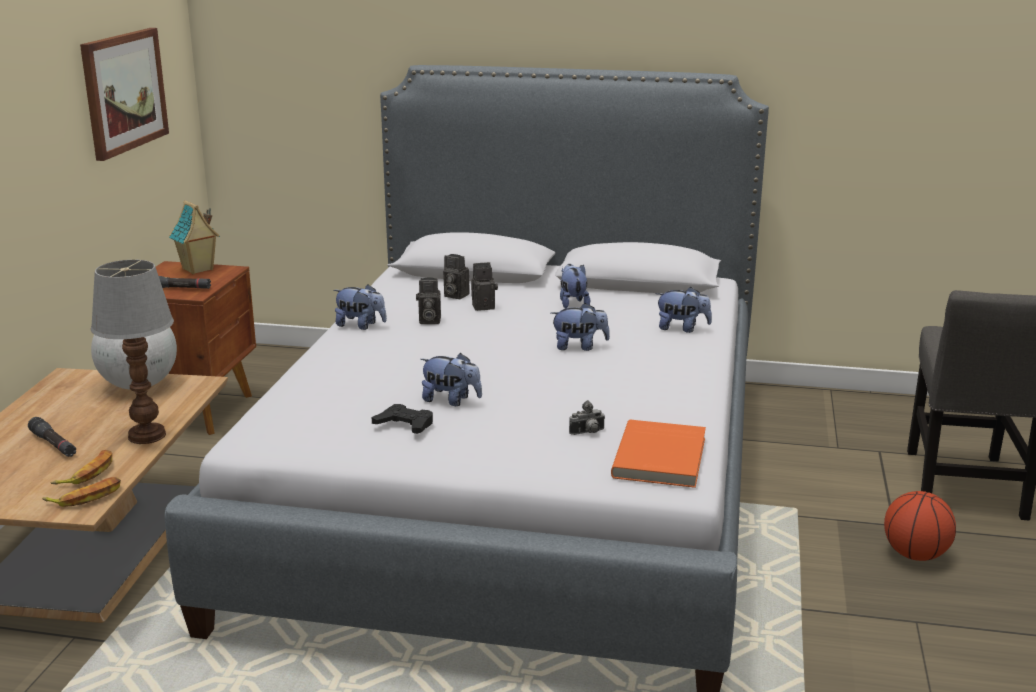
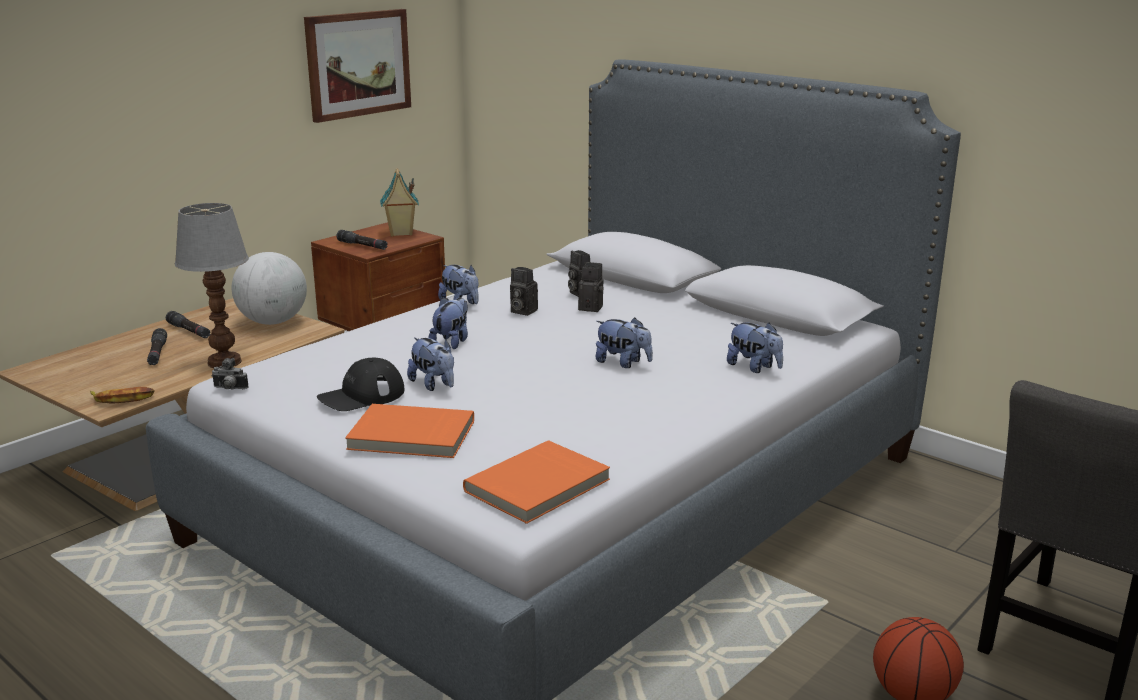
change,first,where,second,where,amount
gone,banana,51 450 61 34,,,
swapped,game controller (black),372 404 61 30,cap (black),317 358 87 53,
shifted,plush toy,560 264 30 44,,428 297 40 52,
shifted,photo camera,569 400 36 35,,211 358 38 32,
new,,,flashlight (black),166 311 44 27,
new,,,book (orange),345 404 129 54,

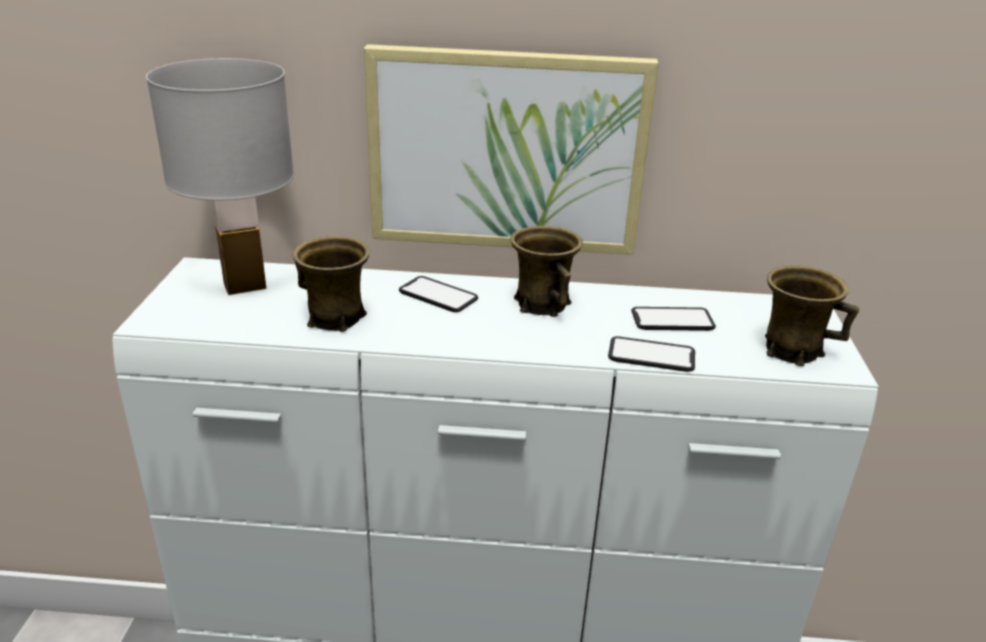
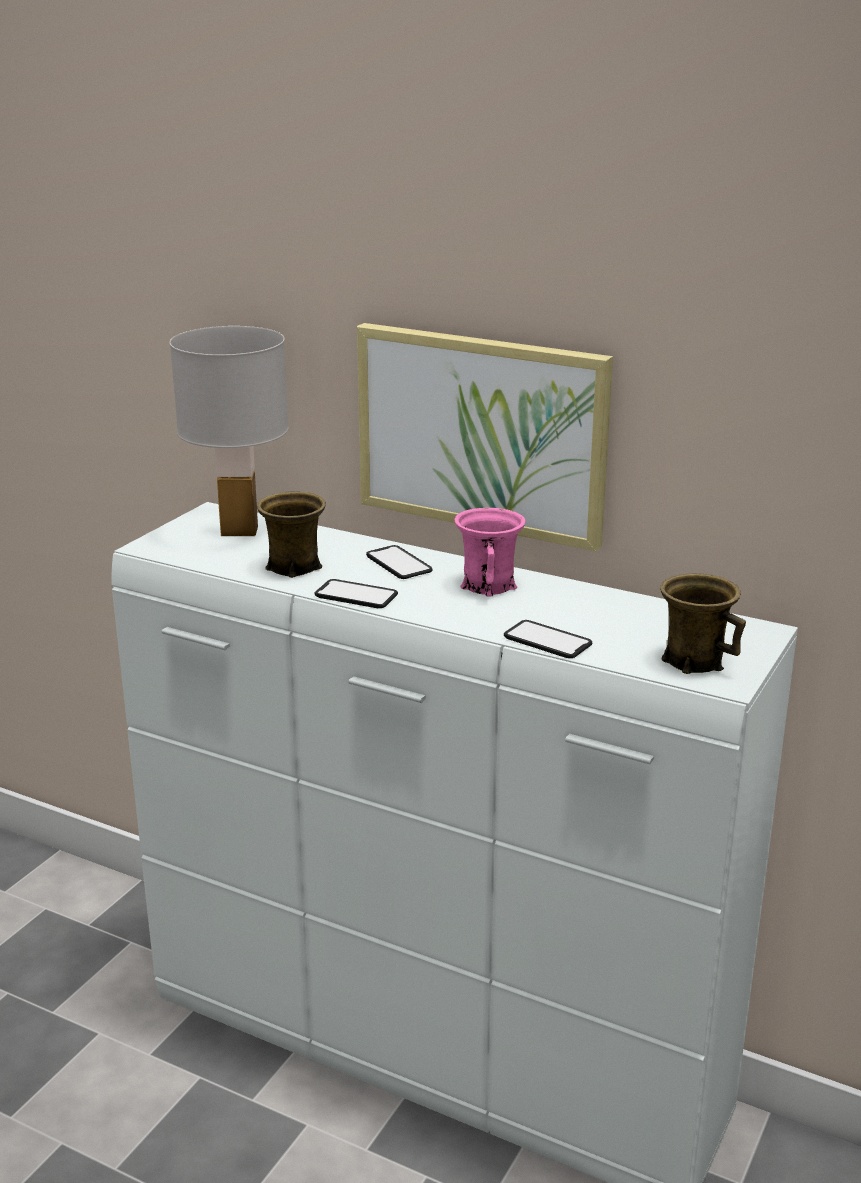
change,first,where,second,where,amount
repainted,mug (brown),511 226 72 91,mug (pink),455 508 71 89,
shifted,phone,631 307 85 24,,314 579 84 29,

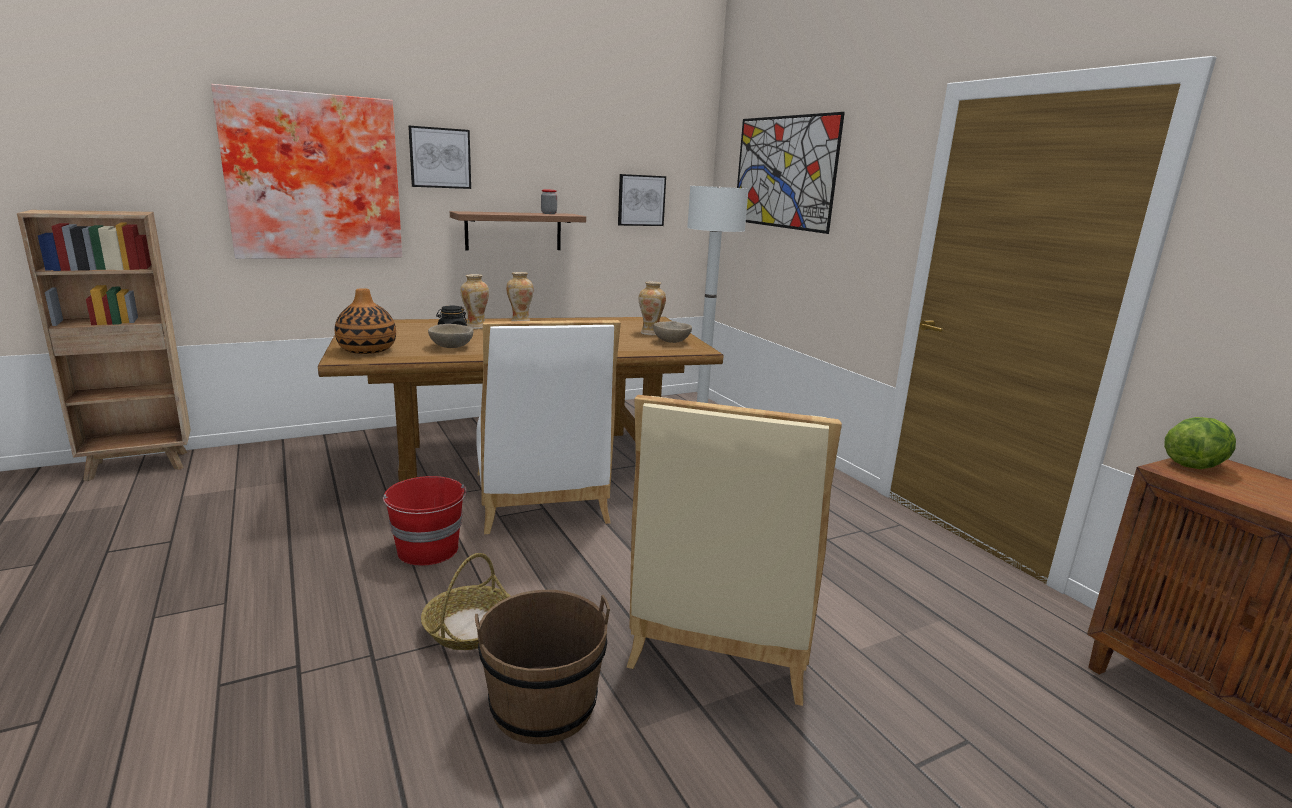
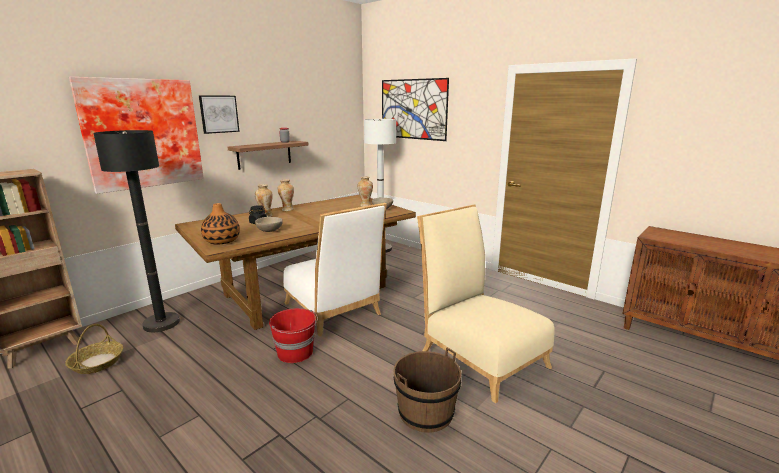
change,first,where,second,where,amount
shifted,basket,421 553 90 97,,65 324 58 50,
gone,picture,618 174 48 52,,,
rotated,chair (beige),627 395 215 311,,417 205 138 198,150 degrees clockwise
gone,lettuce,1164 417 72 52,,,
new,,,floor lamp (black),93 130 87 202,

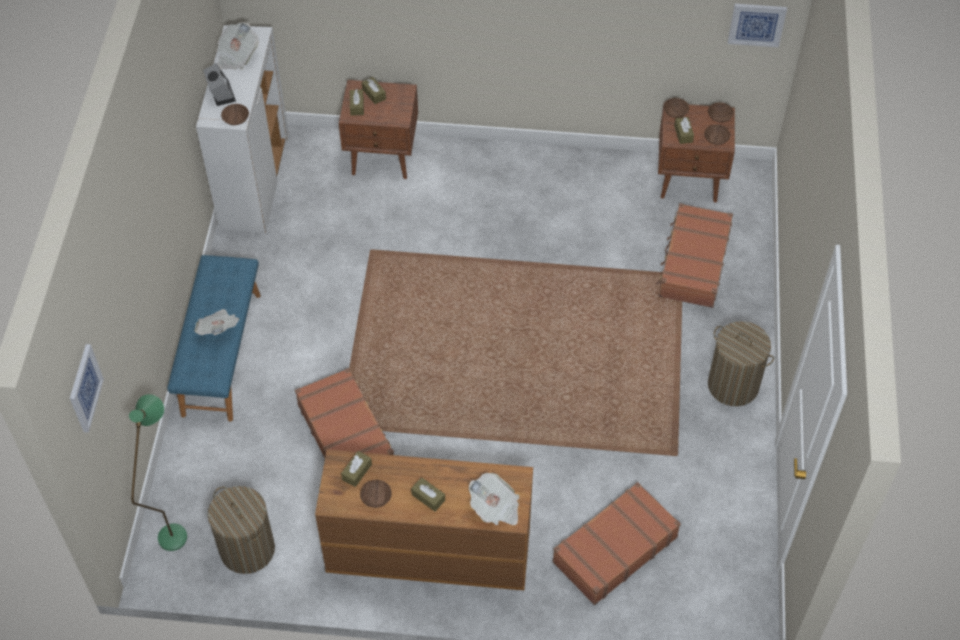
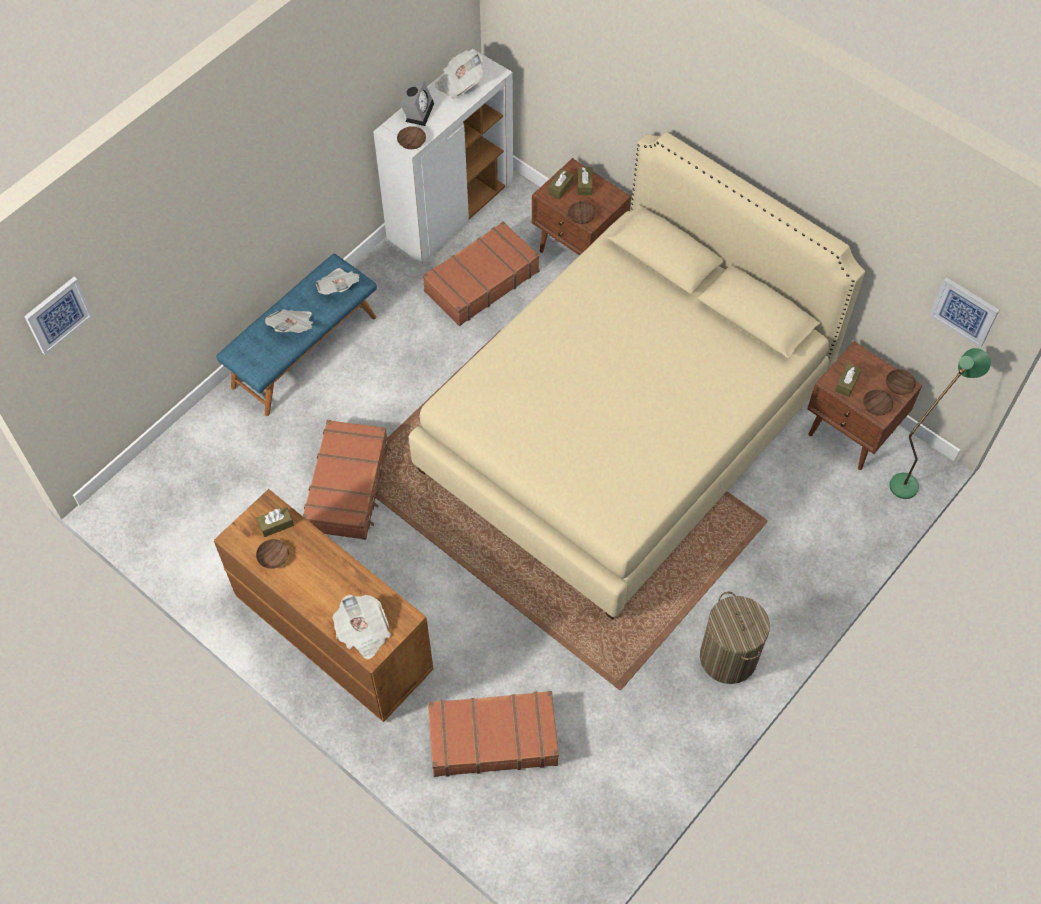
change,first,where,second,where,amount
shifted,floor lamp (green),129 394 58 157,,890 348 101 151,
gone,laundry basket,208 486 67 88,,,
gone,tissue box (brown),411 477 34 34,,,
shifted,suitcase (brown),656 203 77 105,,423 221 117 105,
shifted,bowl (brown),664 98 25 20,,568 201 28 23,
new,,,newspaper,316 268 44 27,
new,,,bed (beige),409 132 456 488,

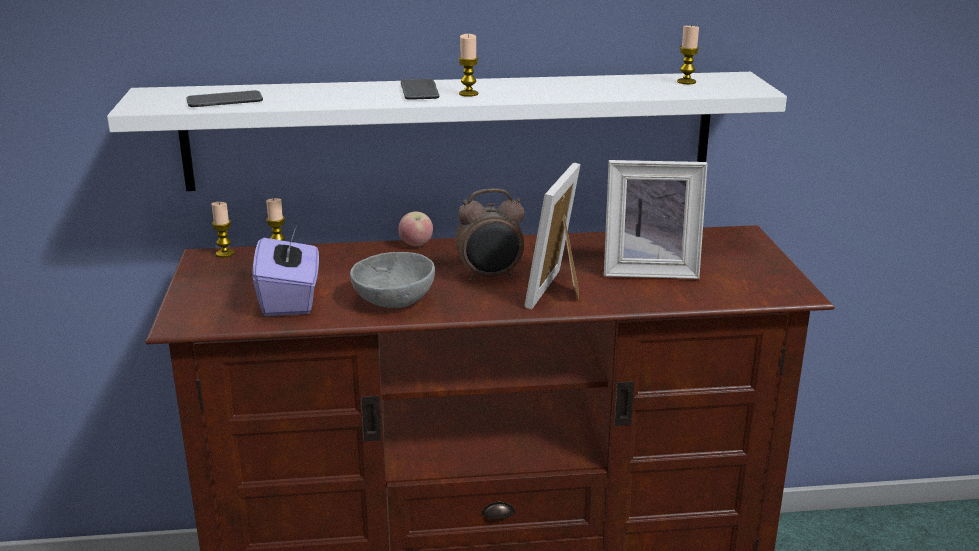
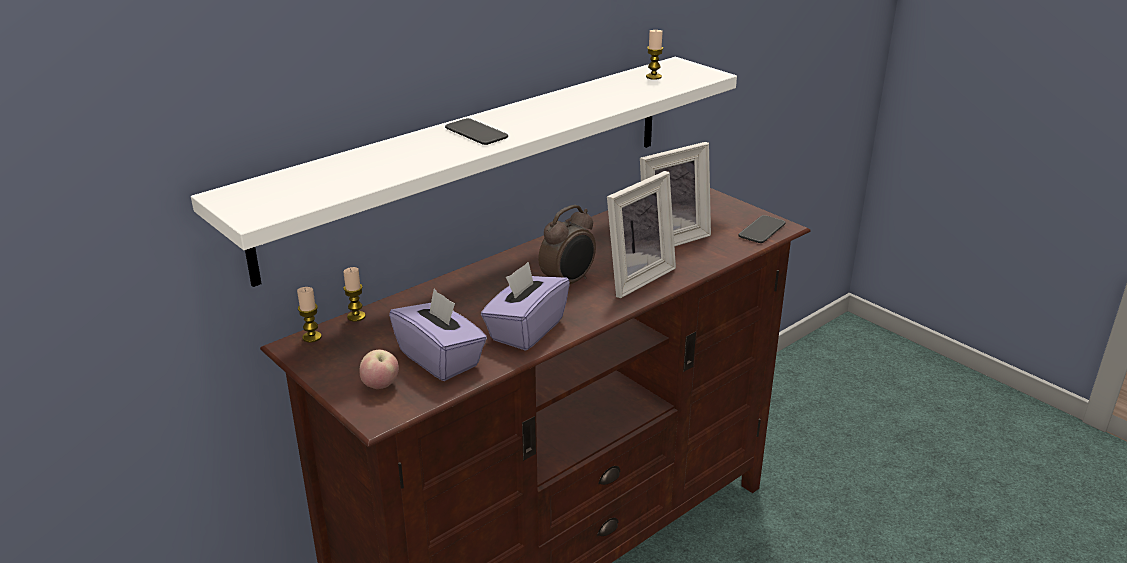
change,first,where,second,where,amount
shifted,phone,186 90 77 17,,738 215 48 28,
swapped,bowl (grey),350 252 85 56,tissue box (purple),481 262 89 89,
shifted,apple,398 211 35 36,,359 350 40 39,
gone,candle,458 34 20 63,,,
rotated,picture frame,524 163 57 147,,607 171 69 127,120 degrees counterclockwise

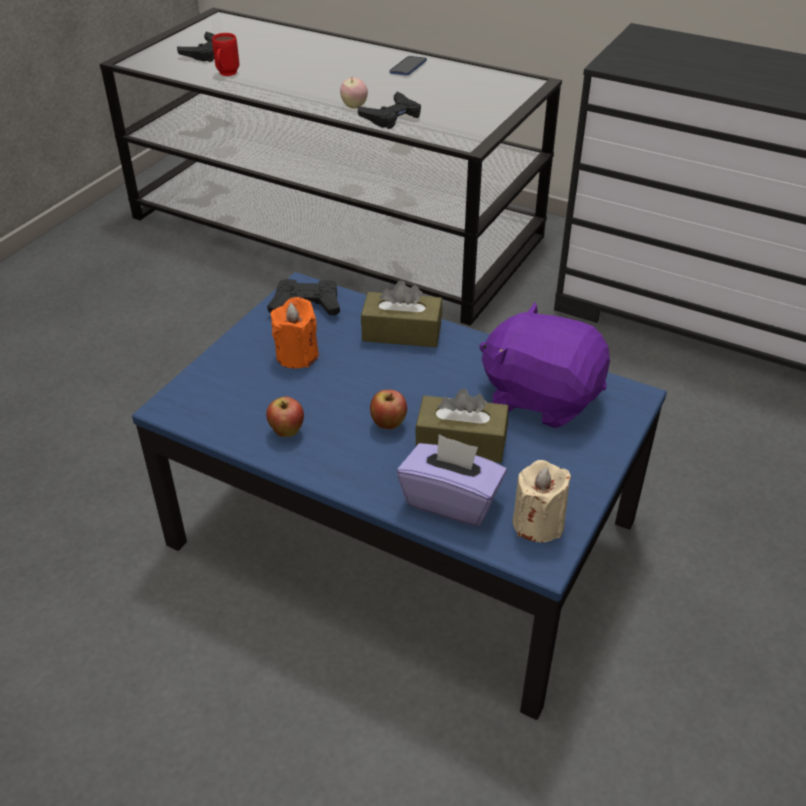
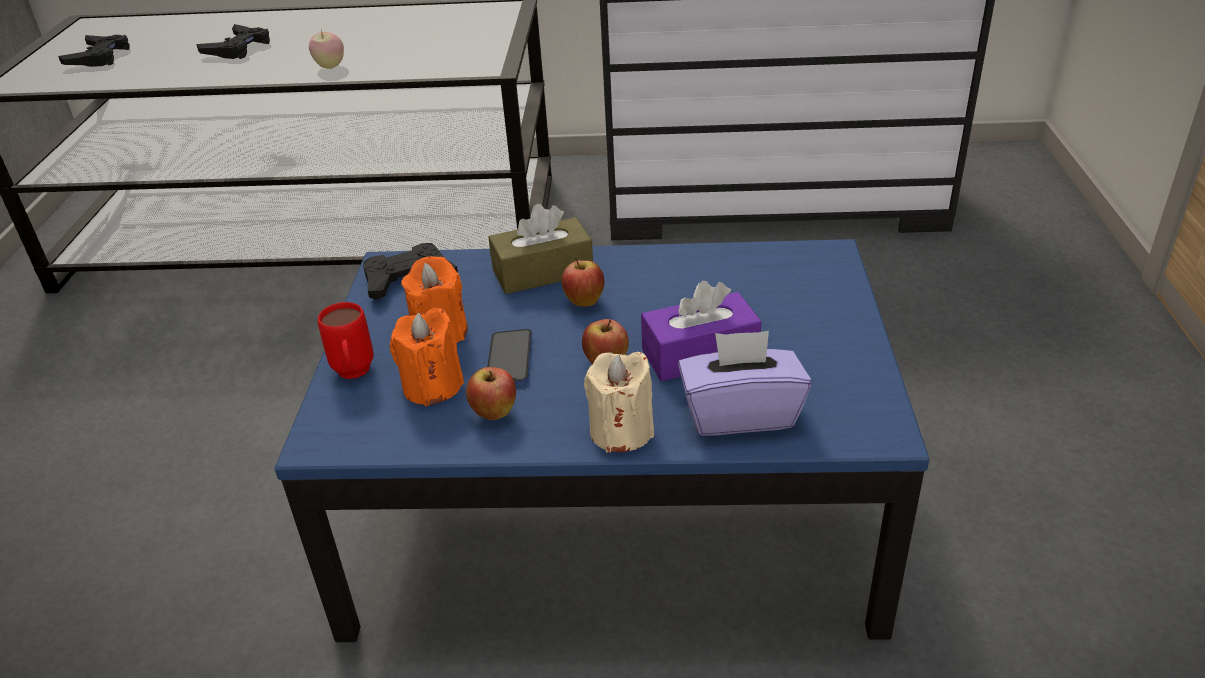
change,first,where,second,where,amount
shifted,mug (red),212 33 27 43,,318 302 56 77,
shifted,game controller (black),358 92 63 37,,196 24 74 35,
shifted,phone,389 56 38 19,,487 329 45 55,
repainted,tissue box (brown),415 389 94 74,tissue box (purple),641 281 121 100,
gone,plush toy (purple),479 302 131 126,,,
shifted,candle (beige),512 460 59 82,,584 352 70 101,
new,,,candle (orange),390 308 74 98,
new,,,apple,561 256 43 51,

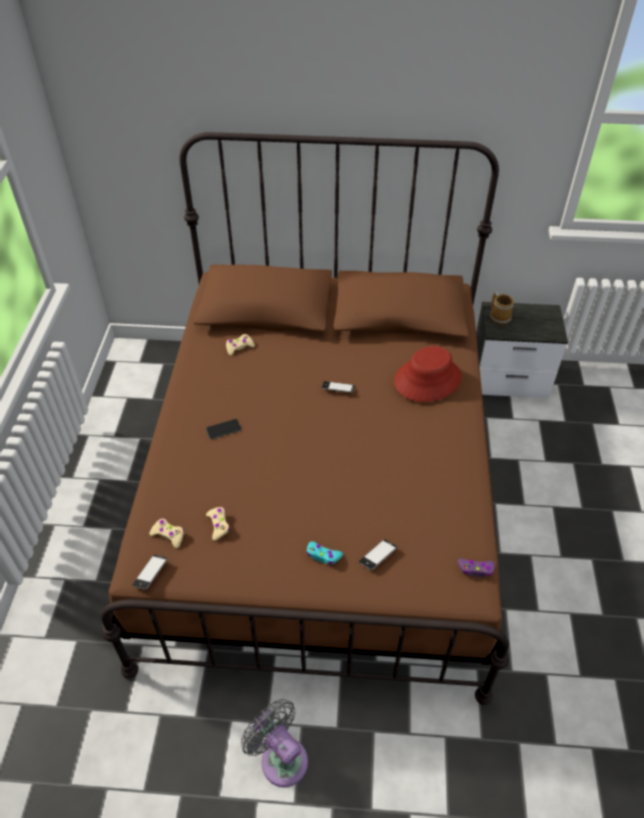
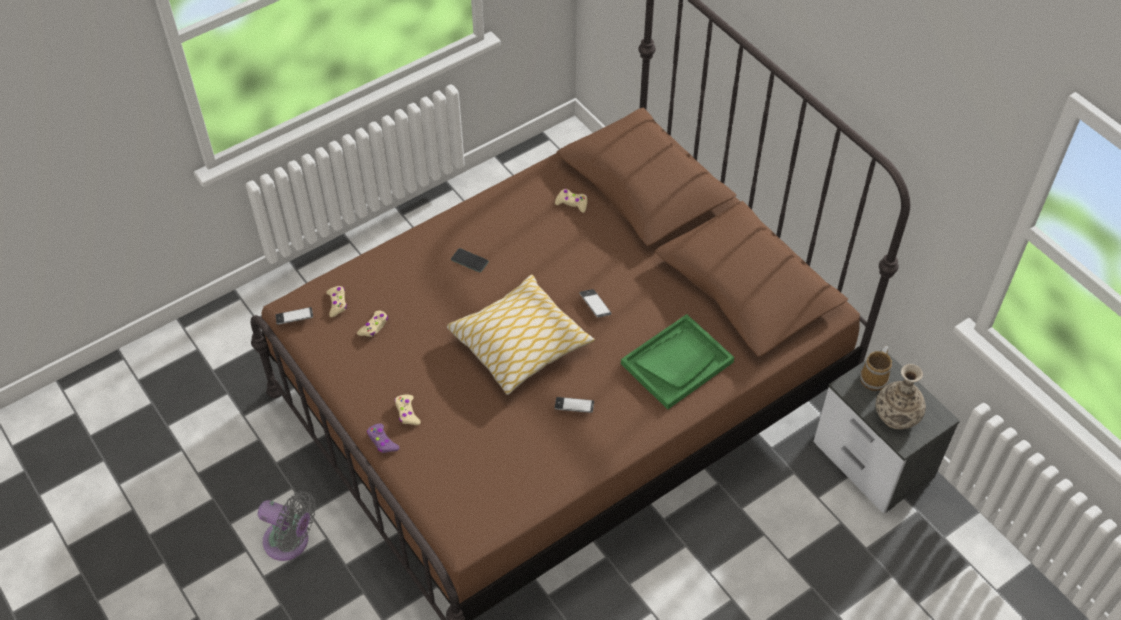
change,first,where,second,where,amount
rotated,fan (grey),241 699 67 88,,258 491 58 70,105 degrees clockwise
repainted,game controller (turquoise),307 541 36 23,game controller (beige),395 394 26 31,
shifted,phone,359 539 38 31,,554 397 40 16,
swapped,hat (red),394 346 67 56,tray (green),621 314 113 96,
shifted,game controller (purple),458 559 37 18,,367 424 32 29,
new,,,pillow,447 275 148 120,
new,,,vase,876 364 50 65,

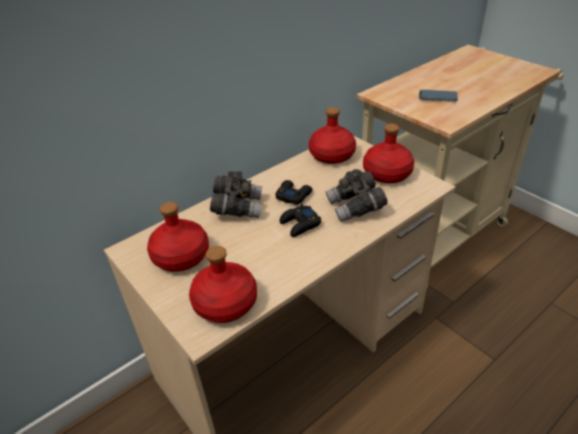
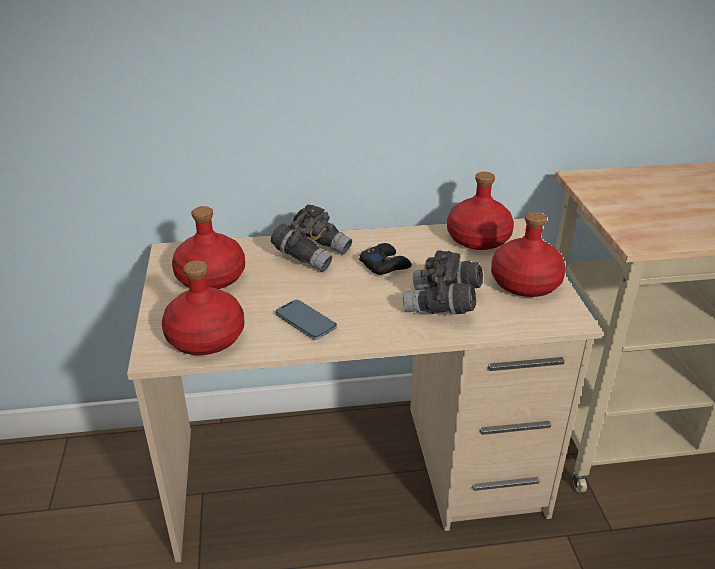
change,first,where,second,where,amount
gone,game controller (black),280 204 41 33,,,
shifted,phone,419 90 39 12,,276 300 61 40,

